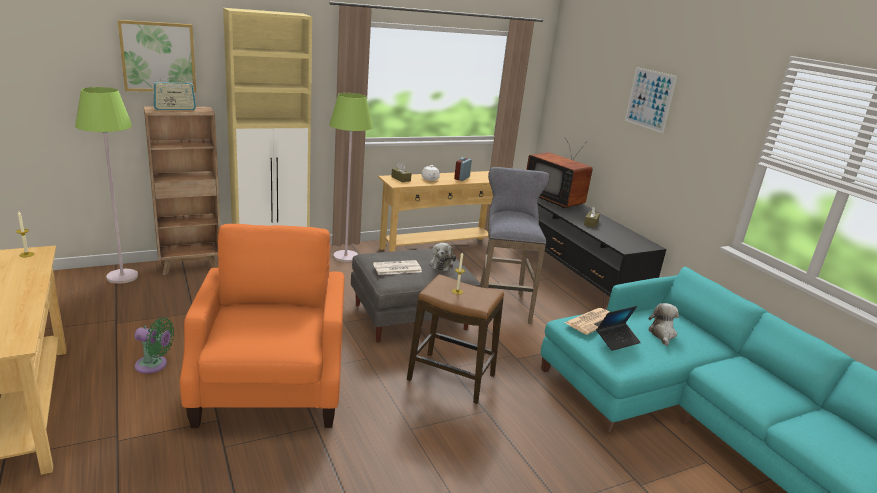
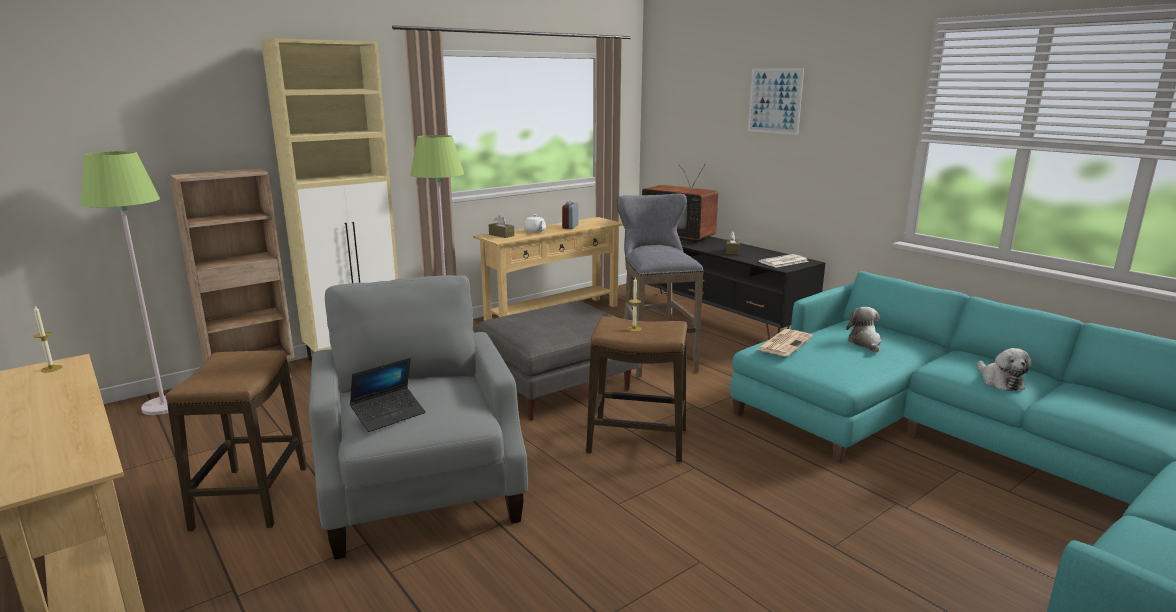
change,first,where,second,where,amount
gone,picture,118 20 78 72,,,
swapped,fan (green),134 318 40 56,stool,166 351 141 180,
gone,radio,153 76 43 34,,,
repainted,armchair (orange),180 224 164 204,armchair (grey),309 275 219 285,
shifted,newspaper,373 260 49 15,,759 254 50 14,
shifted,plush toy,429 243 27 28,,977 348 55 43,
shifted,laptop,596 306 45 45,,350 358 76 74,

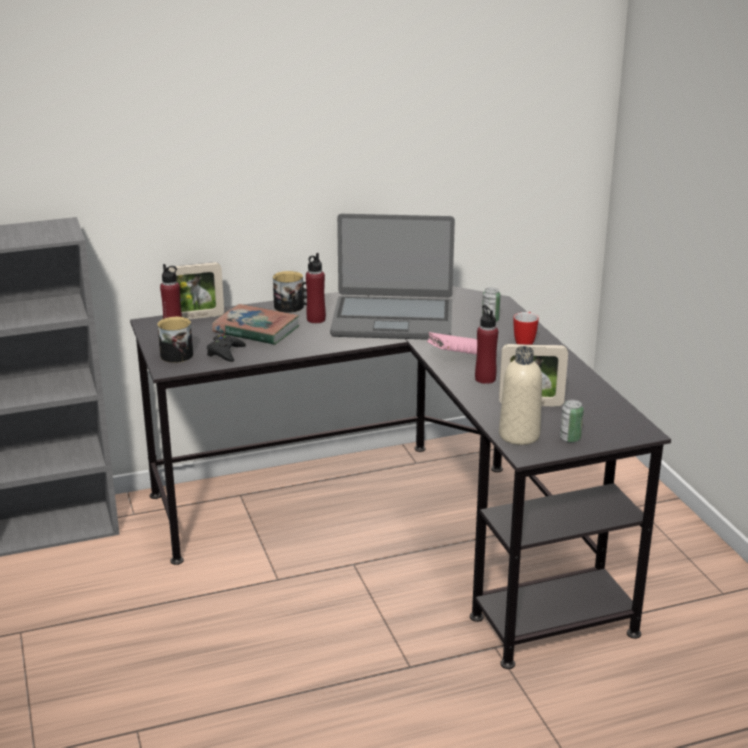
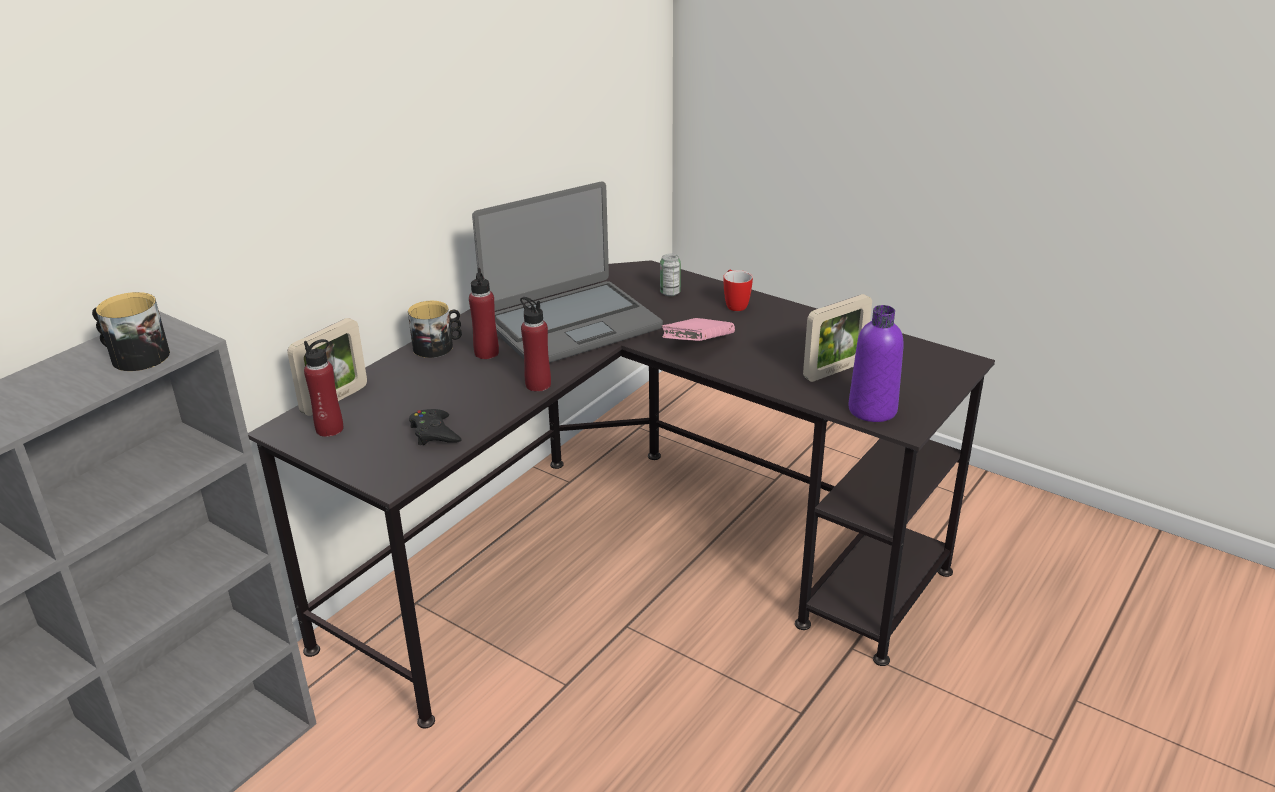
change,first,where,second,where,amount
shifted,mug,157 317 36 46,,92 292 78 79,
gone,book,212 304 88 41,,,
shifted,bottle (red),475 305 23 79,,520 297 31 95,
repainted,bottle (beige),499 346 43 99,bottle (purple),848 305 56 117,
gone,can,560 400 24 43,,,

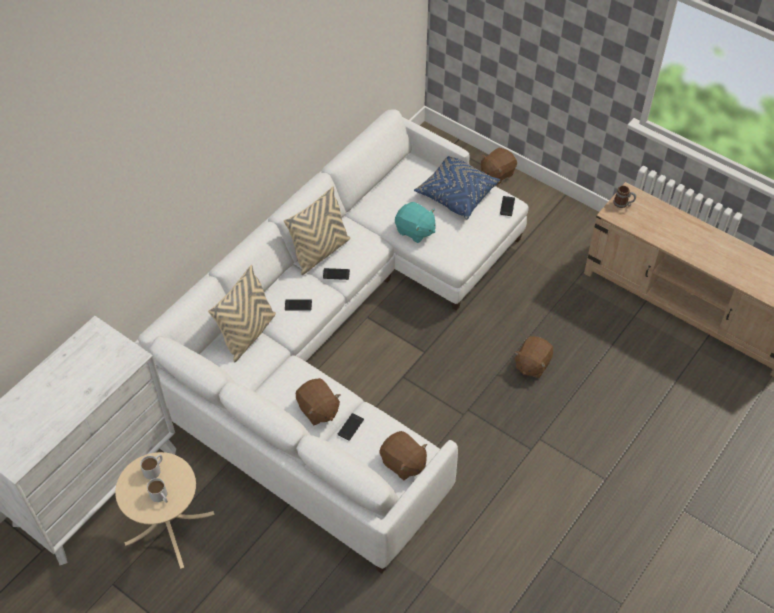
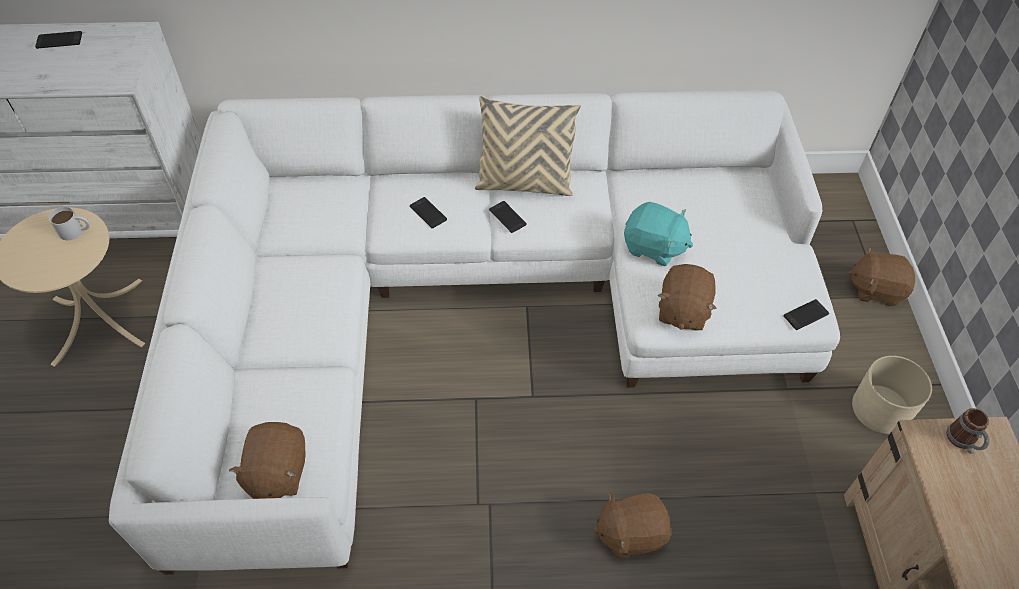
change,first,where,second,where,amount
gone,mug (white),147 478 21 25,,,
gone,pillow (beige),208 265 68 97,,,
shifted,plush toy (brown),296 378 44 47,,658 264 59 67,
shifted,phone,338 413 26 28,,35 31 47 18,
rotated,plush toy (turquoise),395 202 41 41,,624 202 69 64,60 degrees counterclockwise
gone,pillow (blue),414 156 86 64,,,
new,,,planter (beige),852 355 80 79,

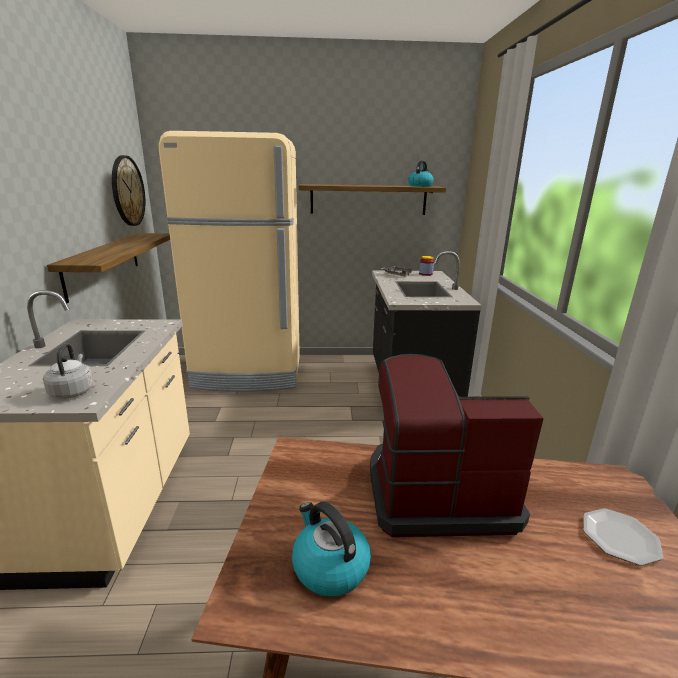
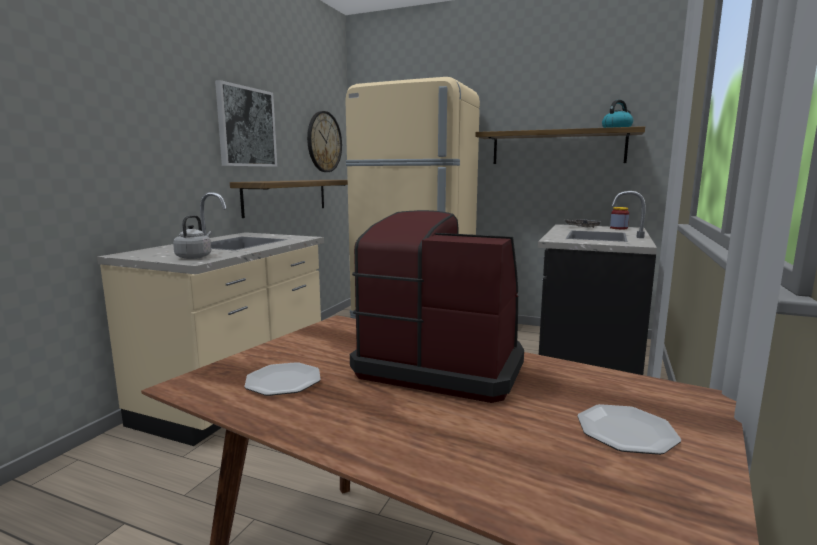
change,first,where,second,where,amount
swapped,kettle,292 502 79 94,plate,244 362 77 34,
new,,,picture,215 80 62 87,

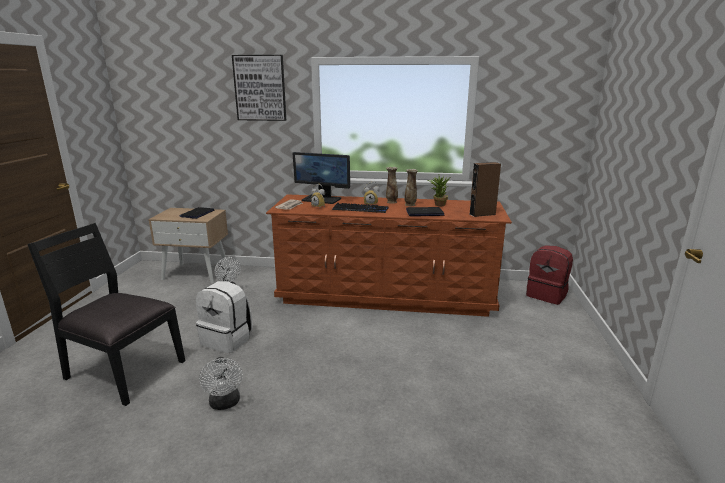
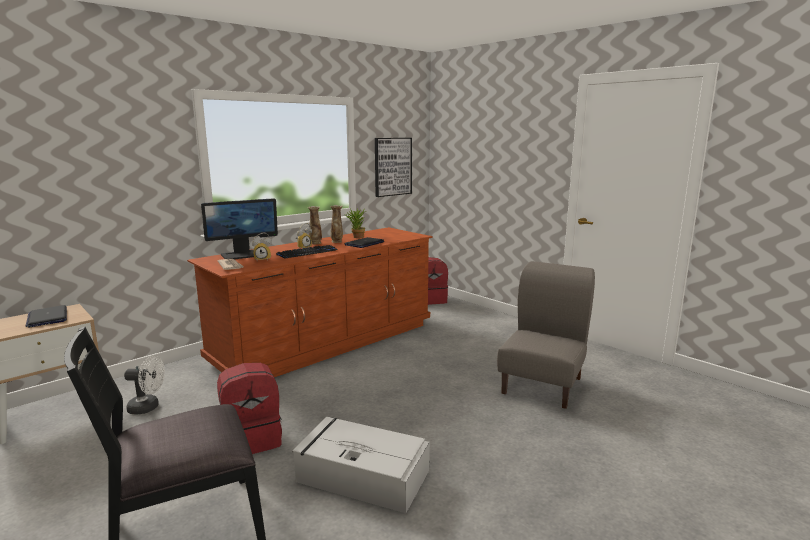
change,first,where,second,where,amount
repainted,backpack (white),196 281 57 72,backpack (red),217 363 65 91,
swapped,fan (white),199 357 44 53,storage box (grey),293 417 137 96,
shifted,picture,232 55 54 66,,375 138 37 59,
gone,speaker (brown),470 162 31 55,,,
new,,,chair (grey),497 261 98 148,

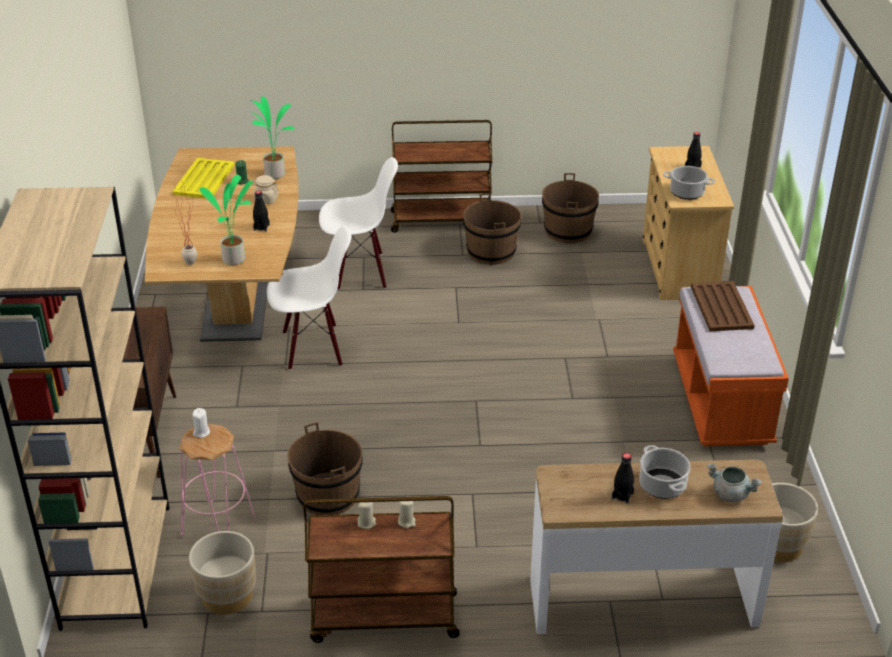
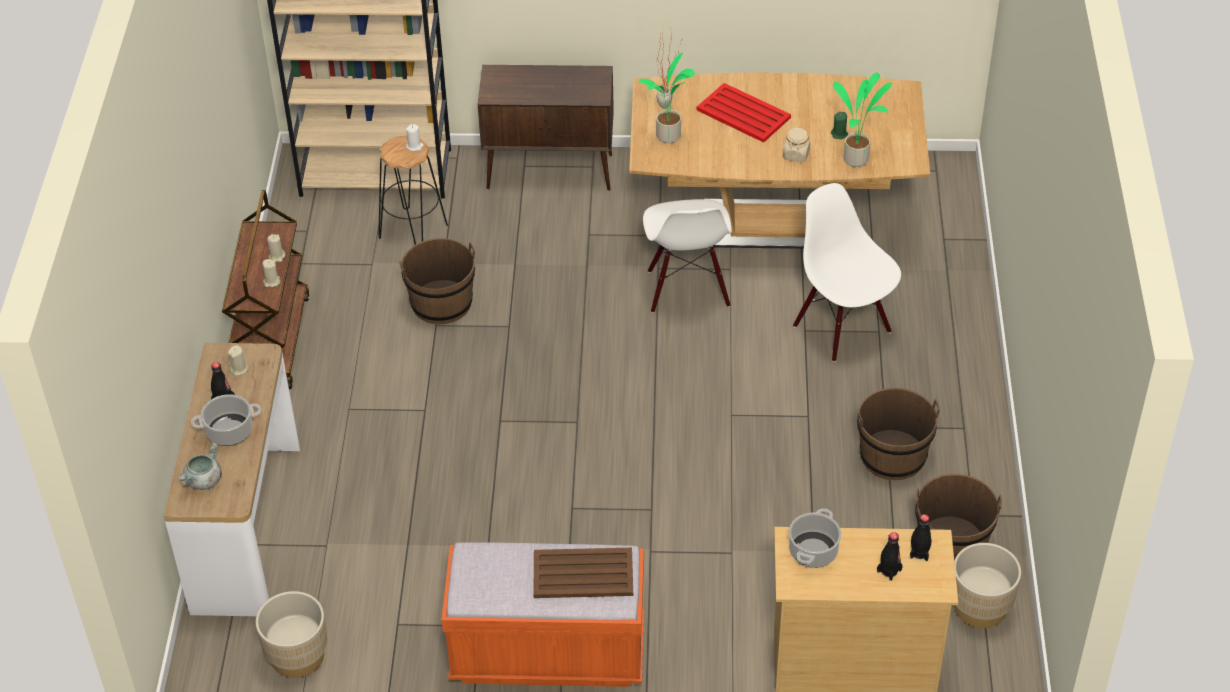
change,first,where,second,where,amount
gone,tray (yellow),172 158 63 41,,,
repainted,stool (pink),179 424 77 112,stool (black),378 136 70 109,
shifted,planter (beige),189 531 67 84,,954 543 67 85,
shifted,bottle (black),253 191 17 41,,910 514 22 47,
rotated,chair (white),319 157 79 133,,793 183 108 179,150 degrees clockwise
gone,cart (brown),391 120 102 113,,,
new,,,candle (beige),228 345 20 31,
new,,,tray (red),697 83 94 60,

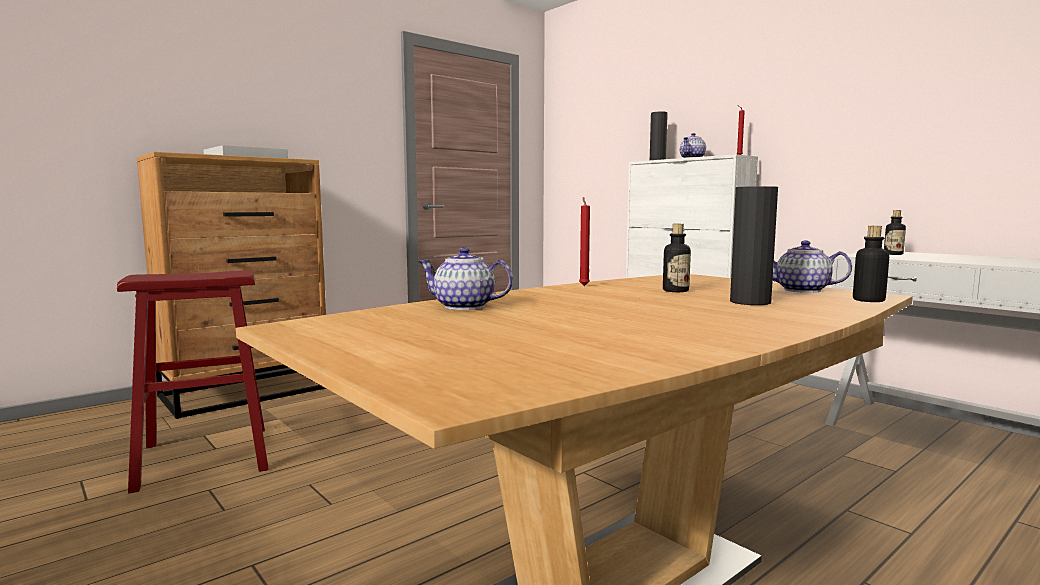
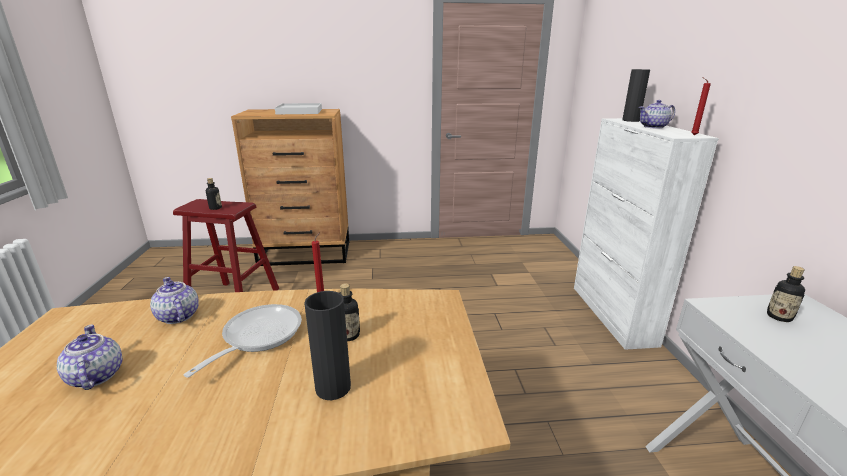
change,first,where,second,where,amount
shifted,teapot,773 240 79 53,,57 325 65 65,
shifted,bottle,853 226 36 76,,206 178 16 32,
new,,,frying pan,184 304 118 74,

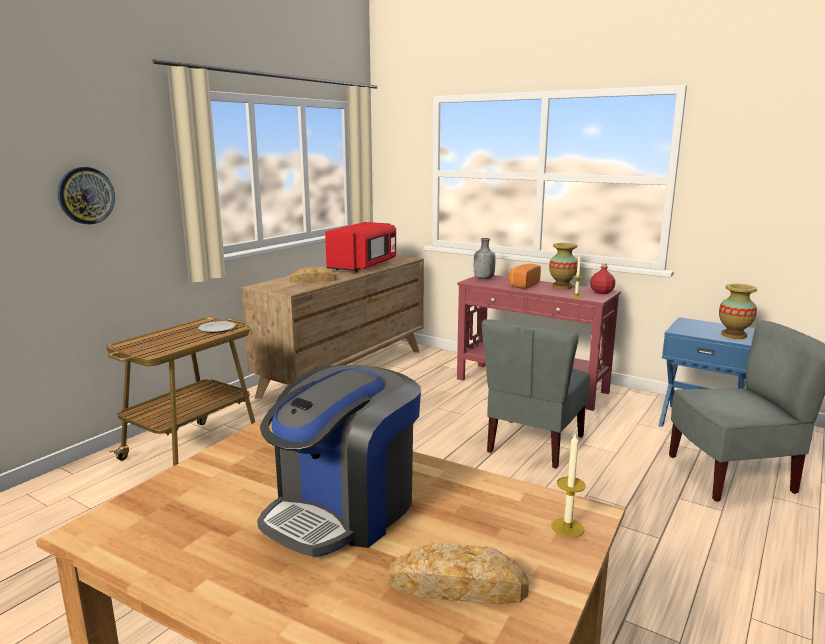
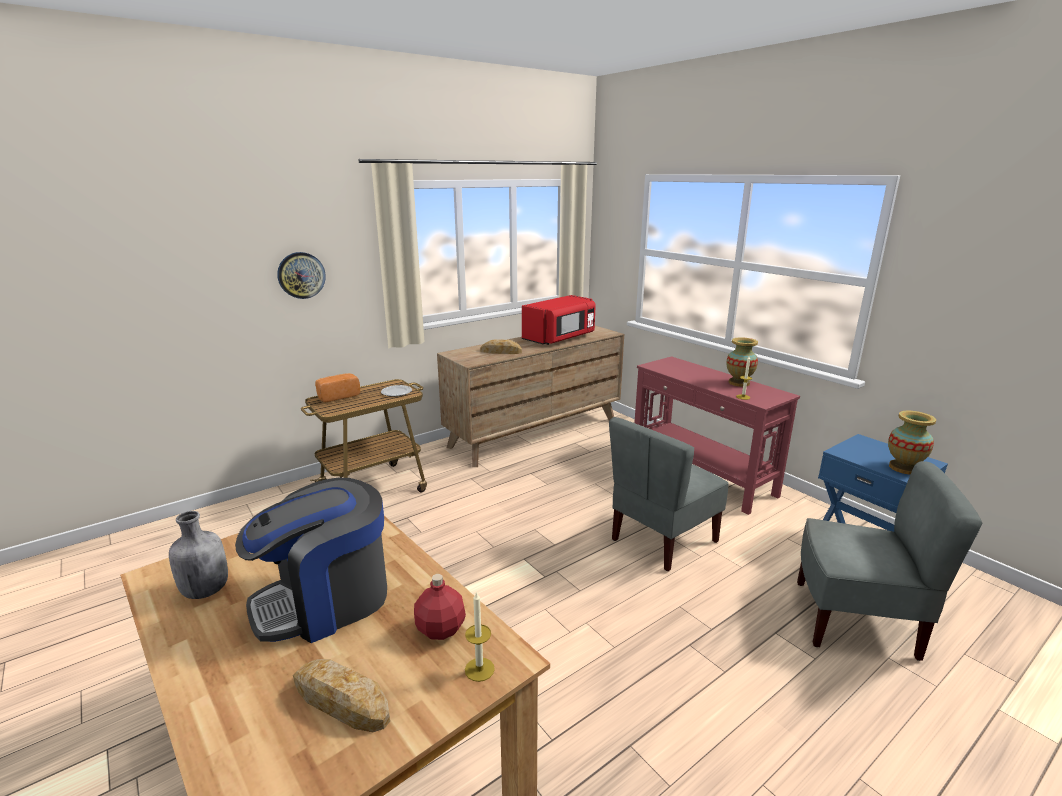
change,first,where,second,where,amount
shifted,bottle (grey),474 238 22 41,,169 511 59 88,
shifted,bread,508 264 33 25,,315 373 45 29,
shifted,bottle (red),590 263 25 31,,414 574 52 66,

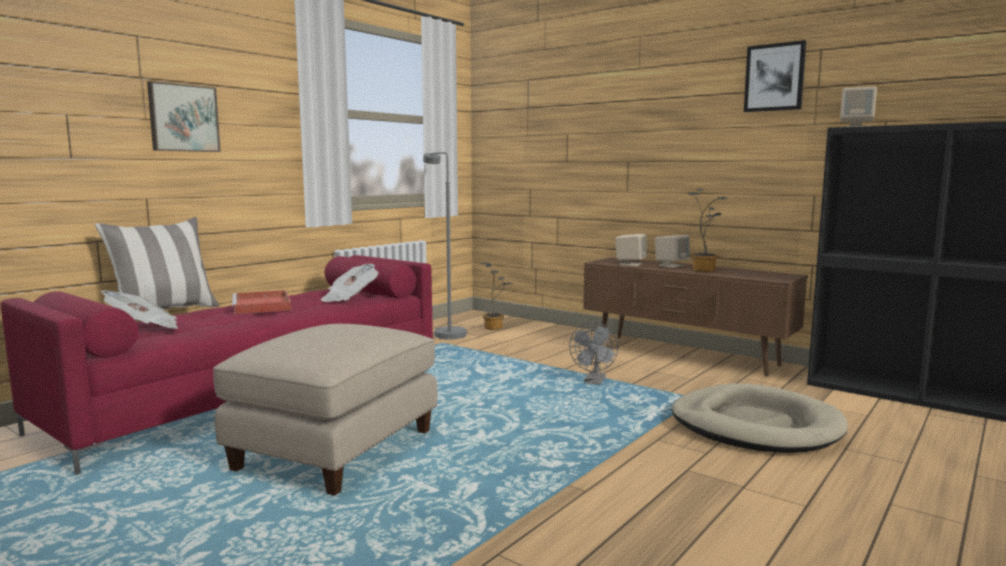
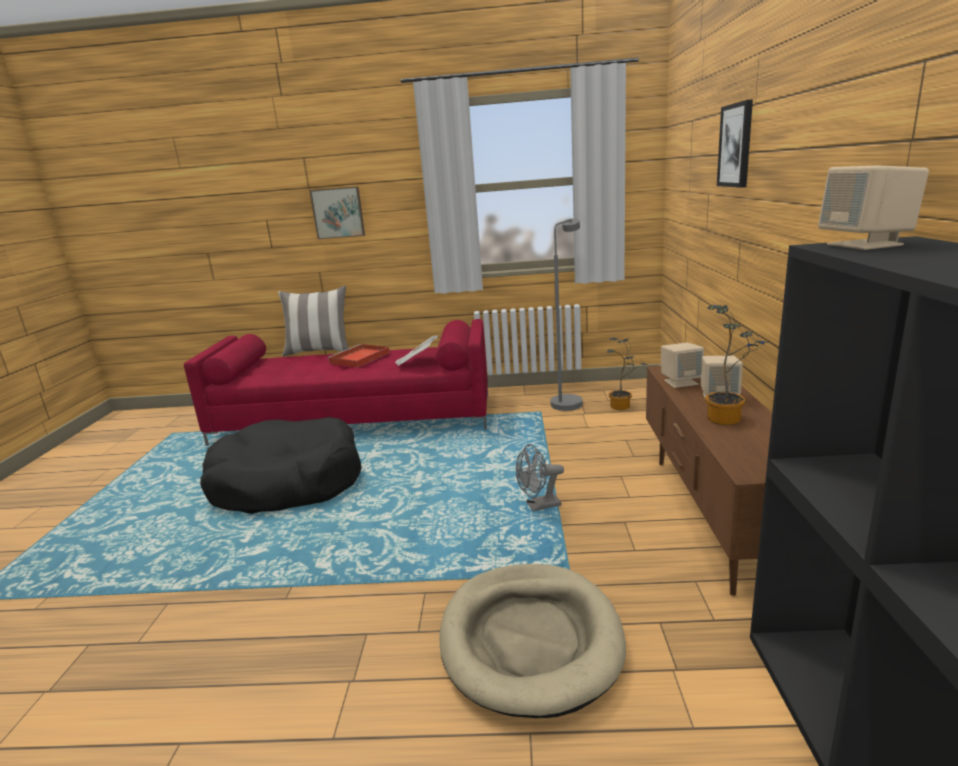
change,first,where,second,where,amount
gone,newspaper,101 290 77 39,,,
swapped,ottoman (beige),213 324 224 172,dog bed (black),200 417 161 97,
shifted,picture,744 40 62 72,,717 99 36 89,

